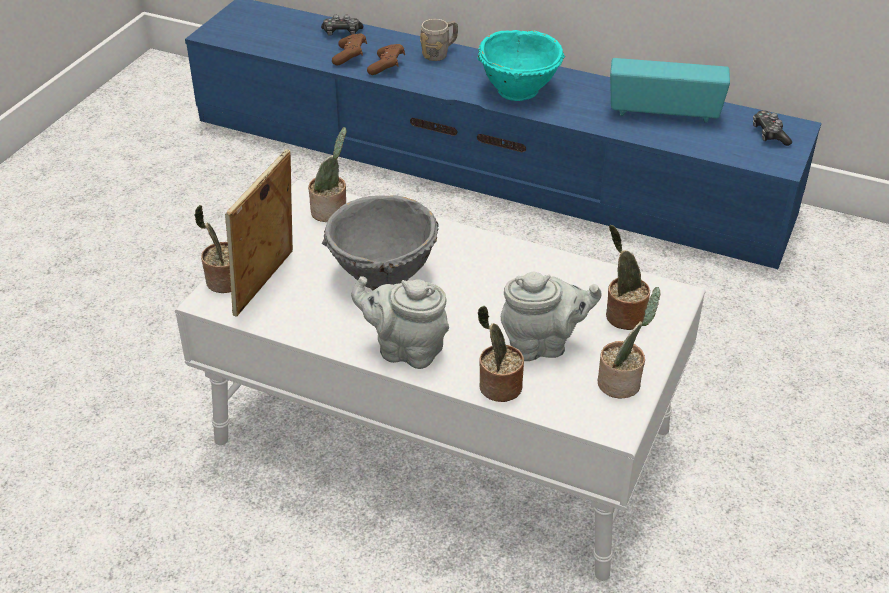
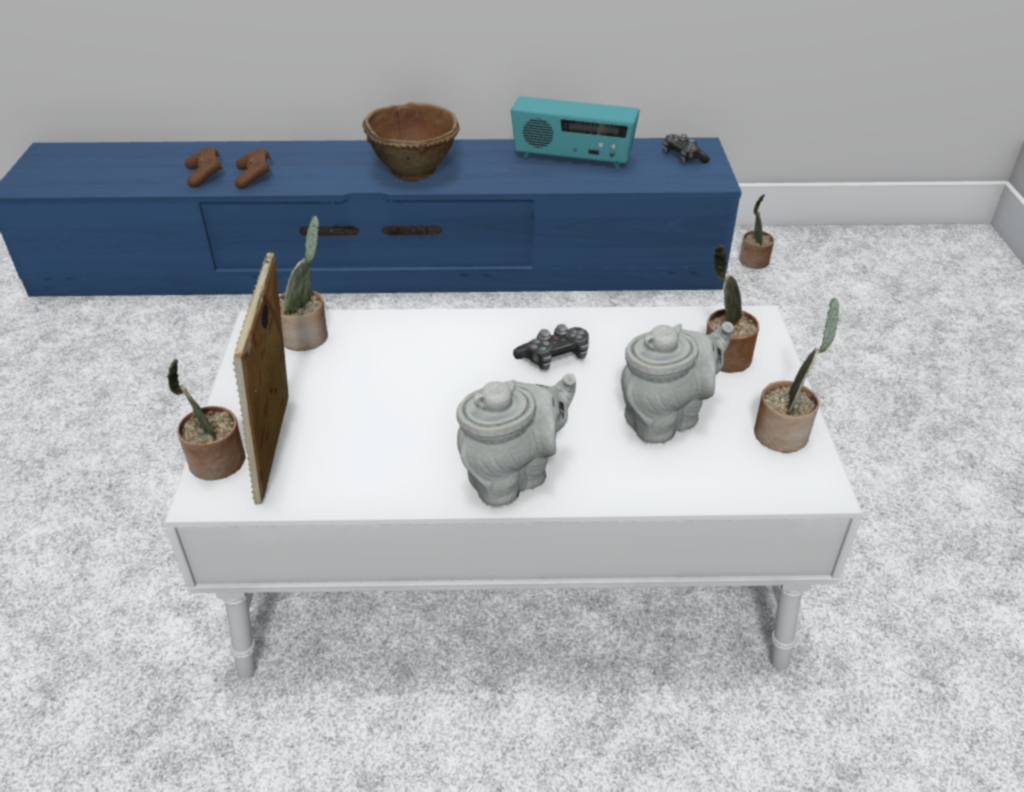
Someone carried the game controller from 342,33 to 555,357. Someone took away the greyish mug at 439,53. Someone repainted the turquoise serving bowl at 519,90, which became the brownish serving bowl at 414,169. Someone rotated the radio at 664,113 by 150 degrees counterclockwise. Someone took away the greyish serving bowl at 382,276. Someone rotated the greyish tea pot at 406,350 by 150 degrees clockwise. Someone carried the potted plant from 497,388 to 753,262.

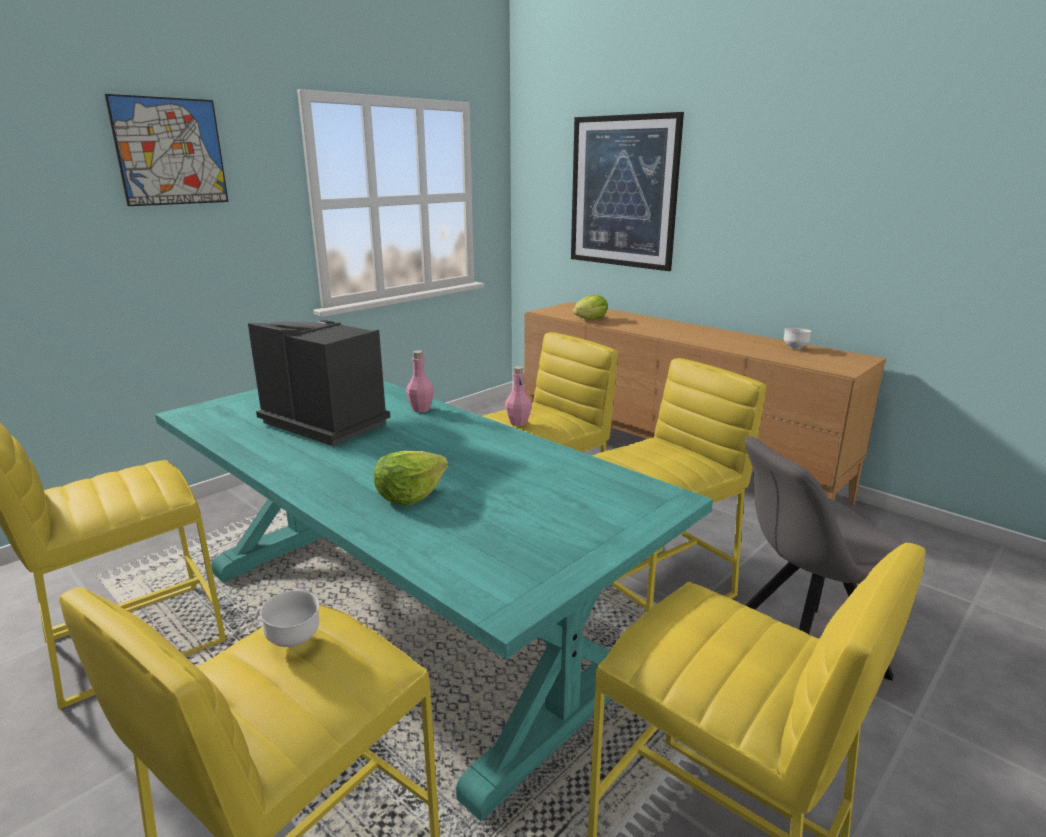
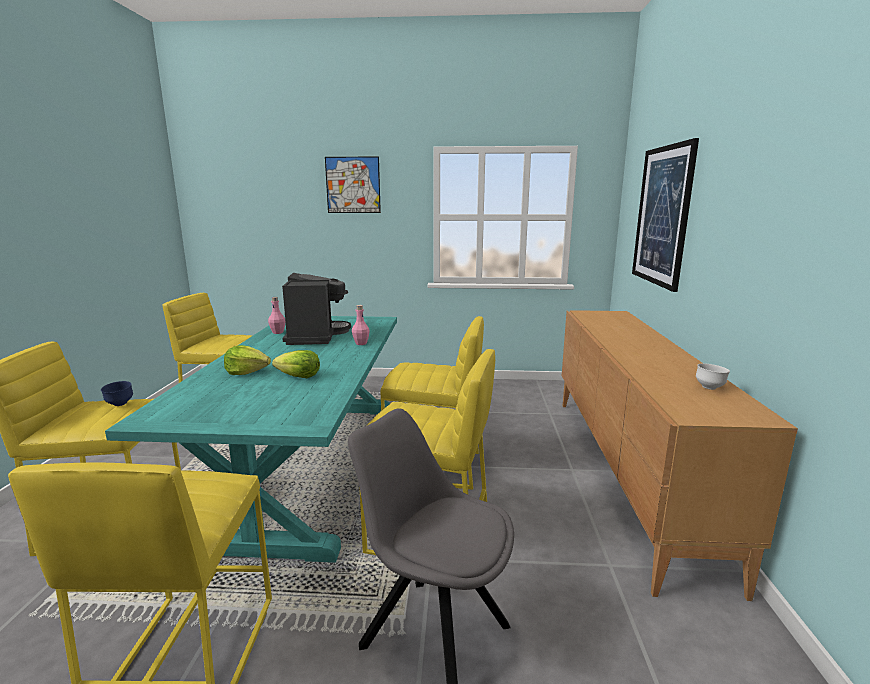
Someone carried the head of lettuce from 590,319 to 299,376. Someone carried the pinkish bottle from 518,423 to 278,332. Someone repainted the white serving bowl at 295,641, which became the bluish serving bowl at 120,404.

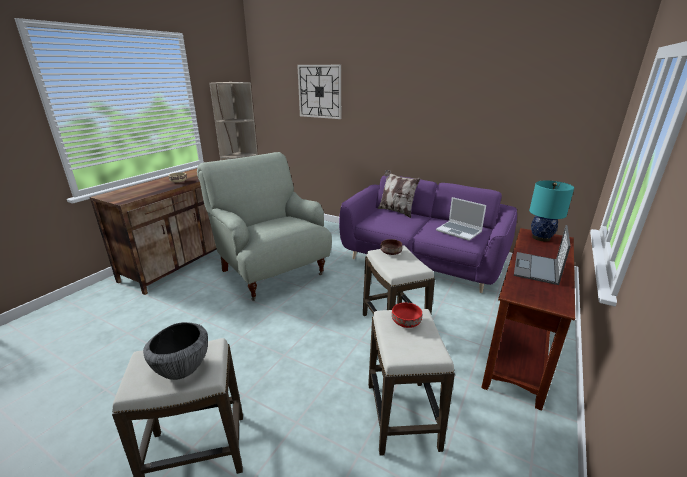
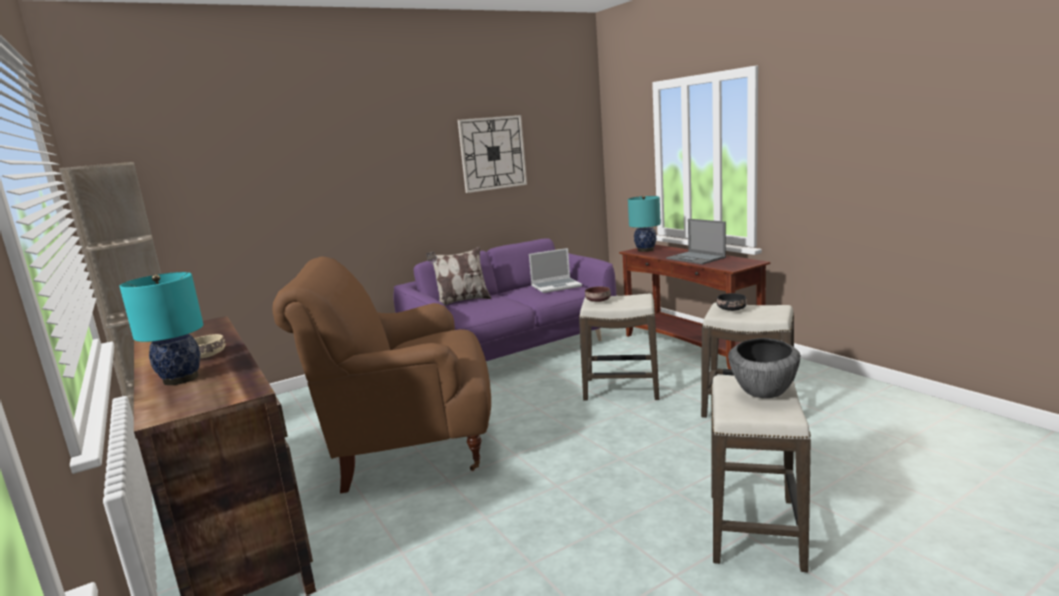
Someone carried the hanging clock from 320,91 to 492,153. Someone repainted the greyish lounge chair at 271,272, which became the brownish lounge chair at 409,447. Someone repainted the reddish serving bowl at 405,322, which became the black serving bowl at 732,309. Someone put down the turquoise table lamp at 181,379.

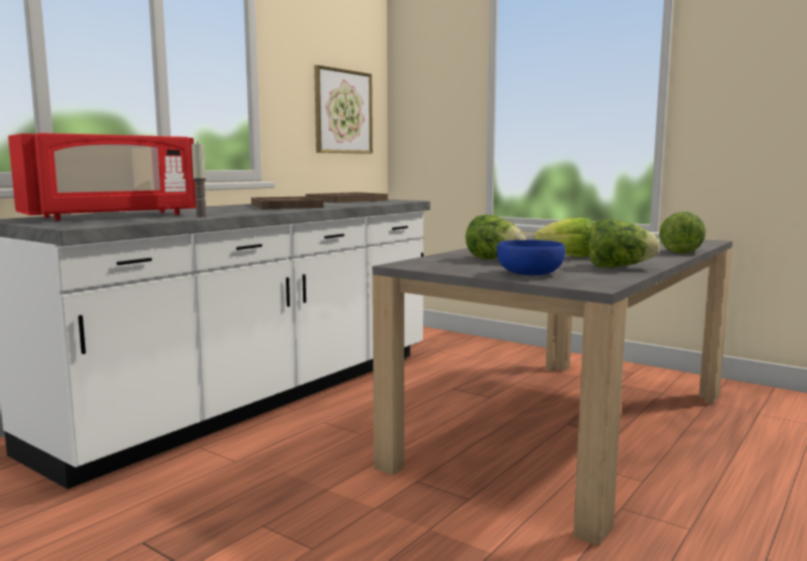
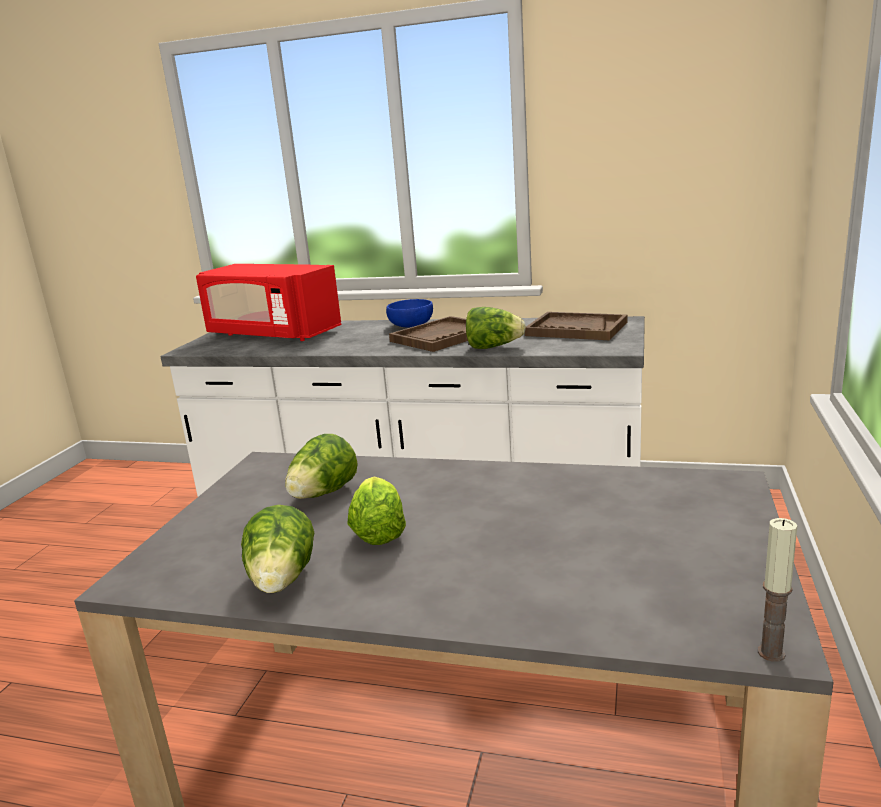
Someone took away the picture at 343,112. Someone carried the wax light from 201,216 to 771,653. Someone carried the head of lettuce from 681,251 to 493,347. Someone carried the bluish serving bowl from 528,273 to 411,325.

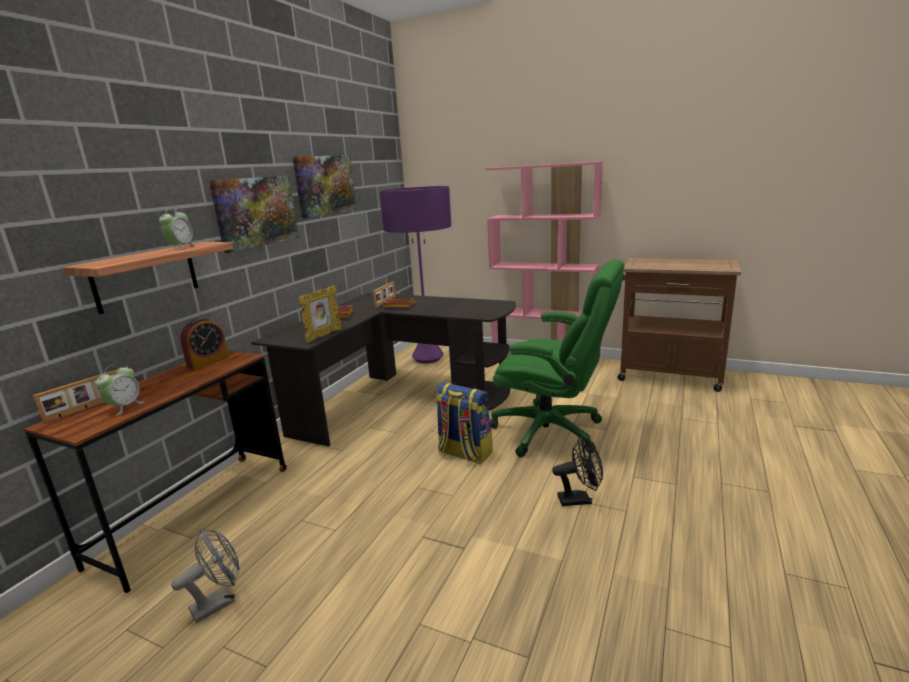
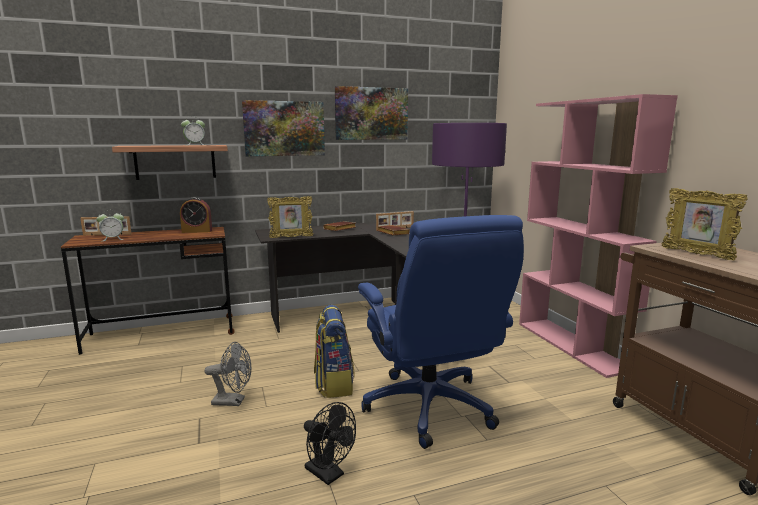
Someone repainted the green computer chair at 555,433, which became the bluish computer chair at 432,412. Someone carried the greyish cooling fan from 219,602 to 233,401. Someone put down the standing frame at 696,254.

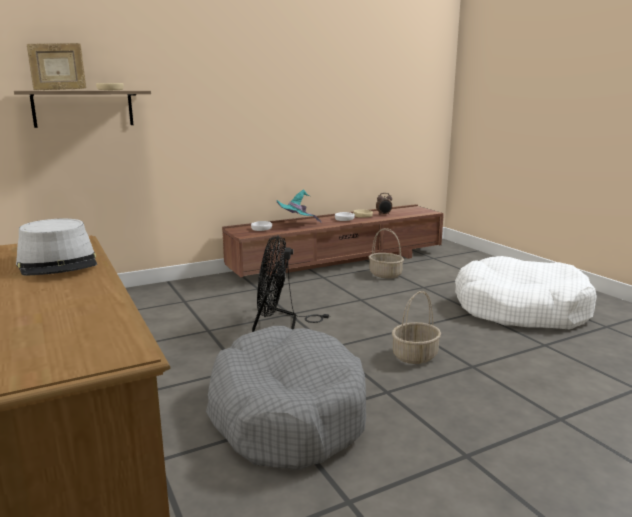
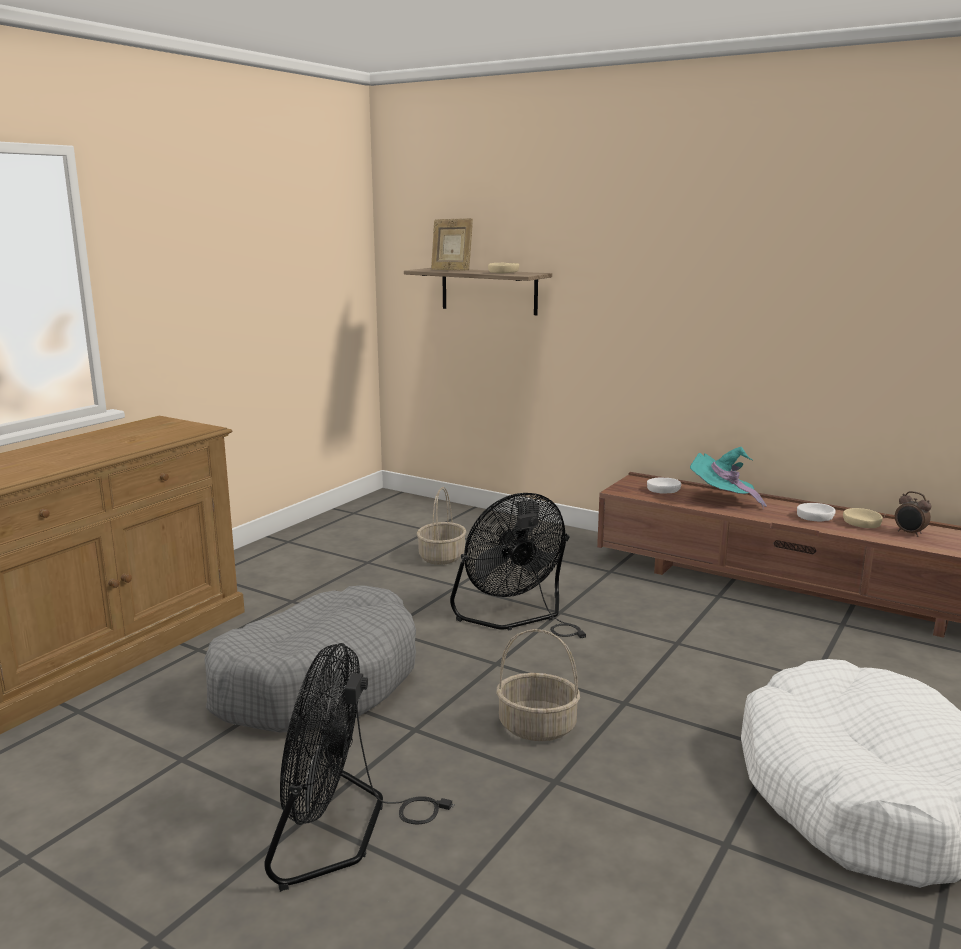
Someone took away the greyish wearable hat at 58,263. Someone carried the basket from 385,274 to 442,557. Someone put down the black cooling fan at 348,824.

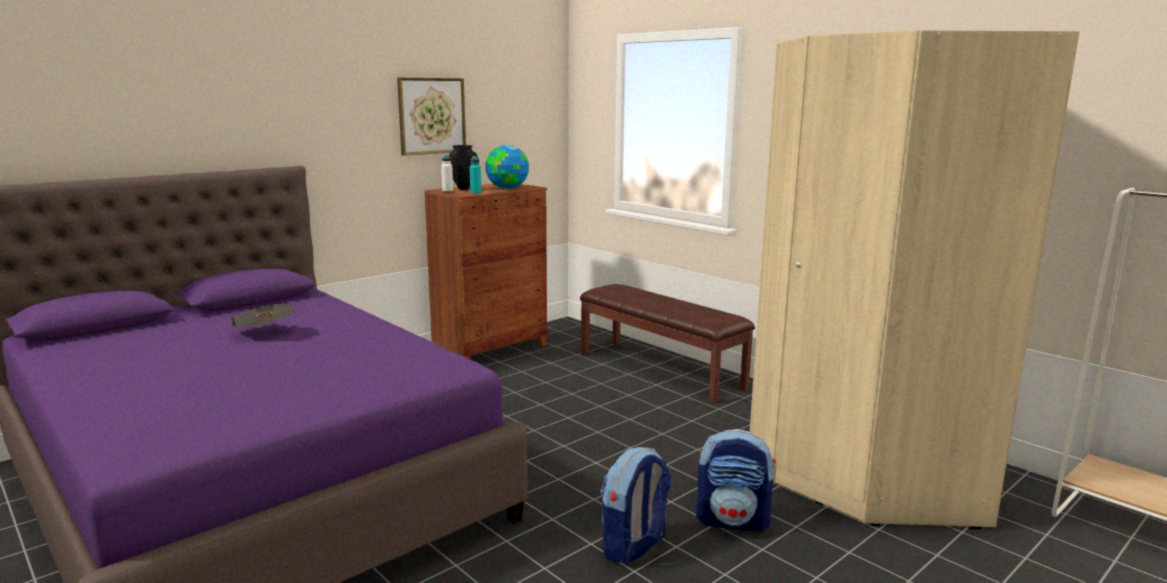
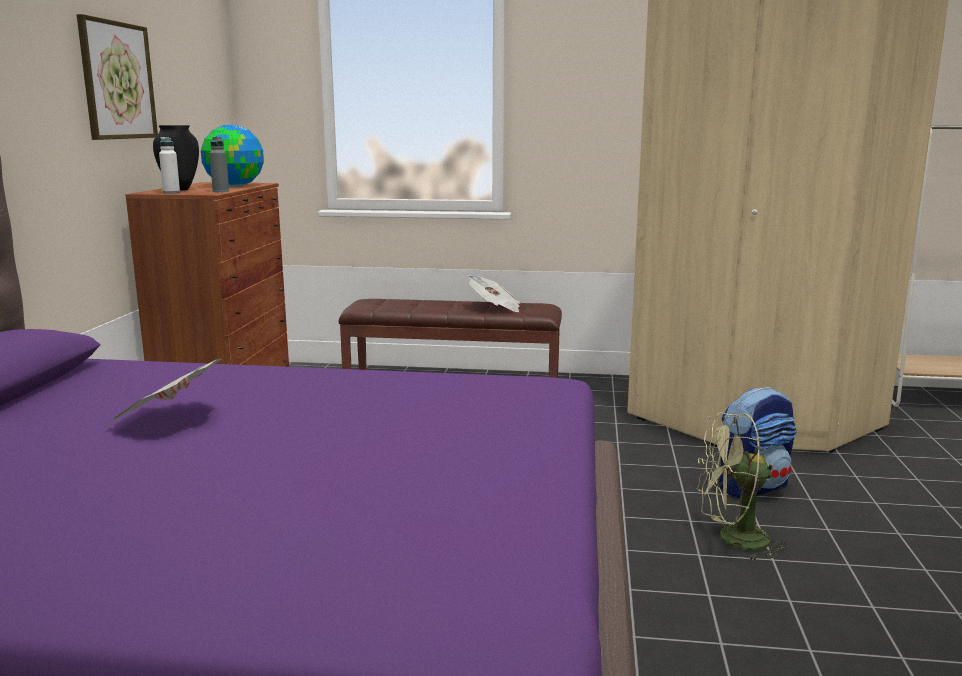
Someone repainted the turquoise bottle at 475,193, which became the greyish bottle at 220,191. Someone swapped the backpack at 634,546 for the green cooling fan at 733,540. Someone put down the printed paper at 495,308.

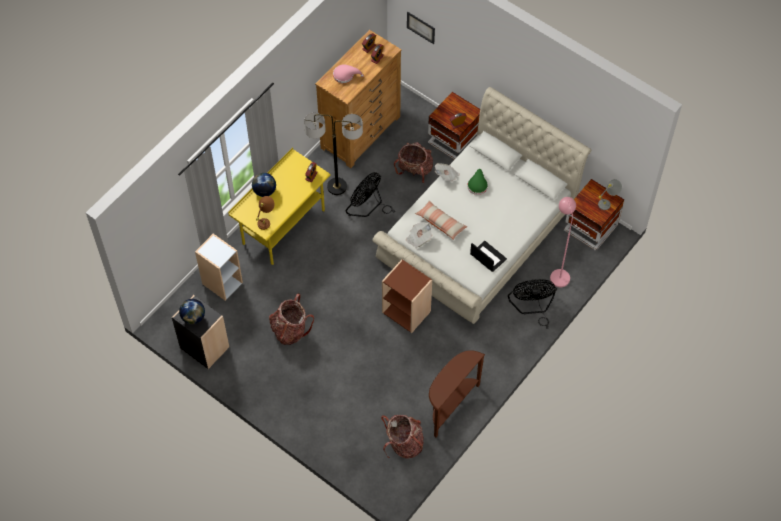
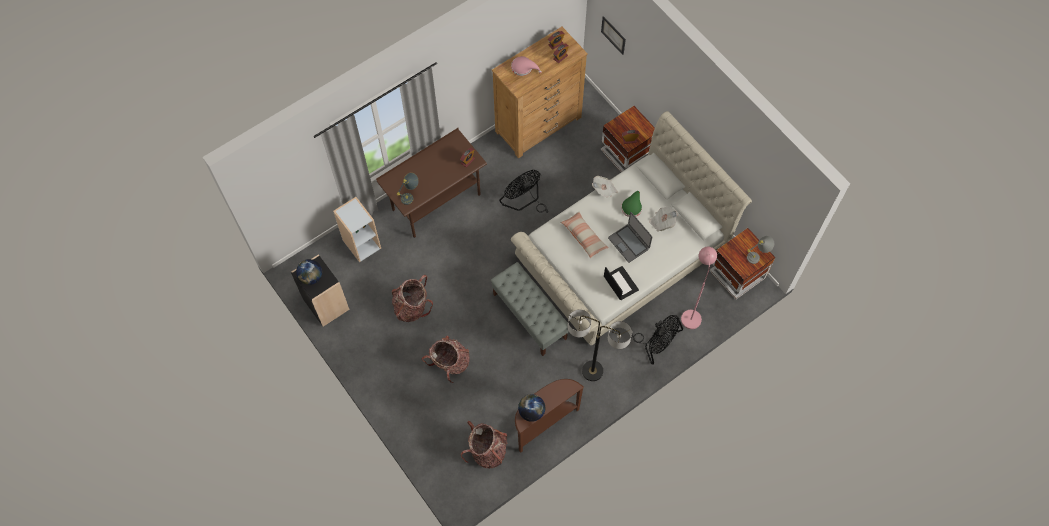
Someone carried the standard lamp from 337,187 to 592,371. Someone carried the backpack from 414,170 to 449,363. Someone repainted the yellow desk table at 283,227, which became the brownish desk table at 436,202. Someone carried the desk globe from 264,191 to 531,411. Someone repainted the brownish table lamp at 266,220, which became the greyish table lamp at 410,196. Someone carried the printed paper from 418,238 to 662,222. Someone swapped the brownish shelving unit at 407,312 for the greyish bench at 530,316. Someone rotated the black cooling fan at 534,307 by 120 degrees clockwise. Someone put down the laptop at 629,243.

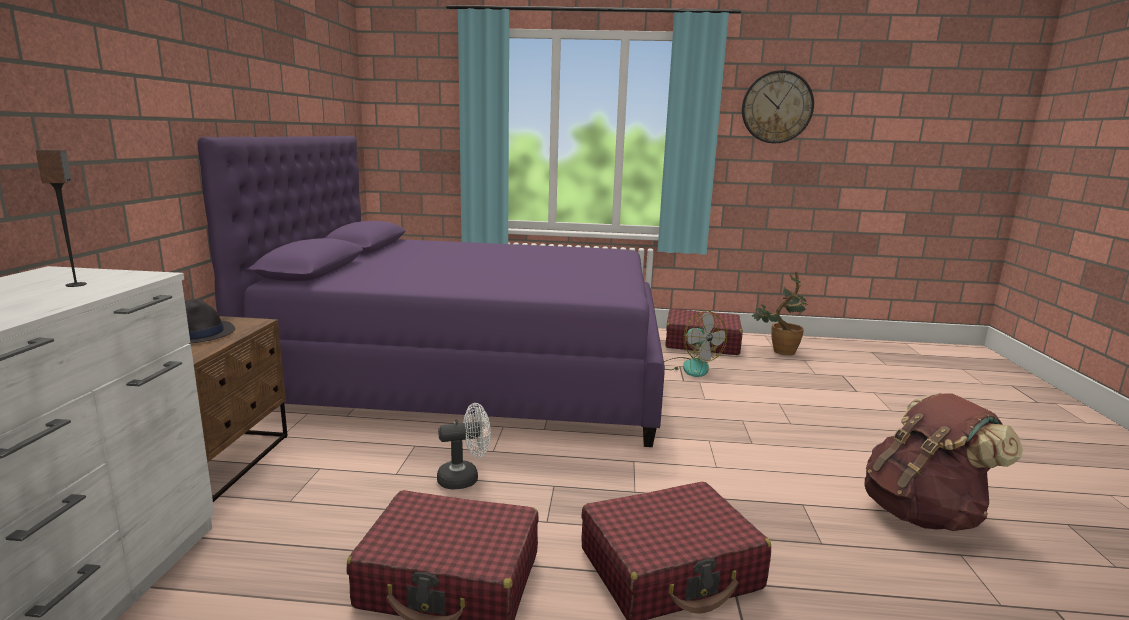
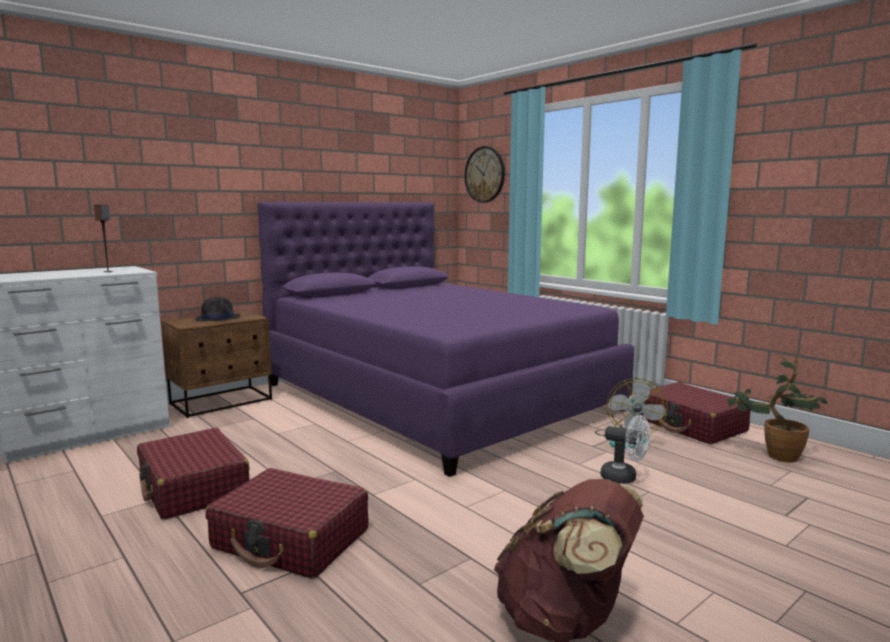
Someone carried the hanging clock from 777,107 to 485,174. Someone carried the white cooling fan from 465,478 to 624,478.

